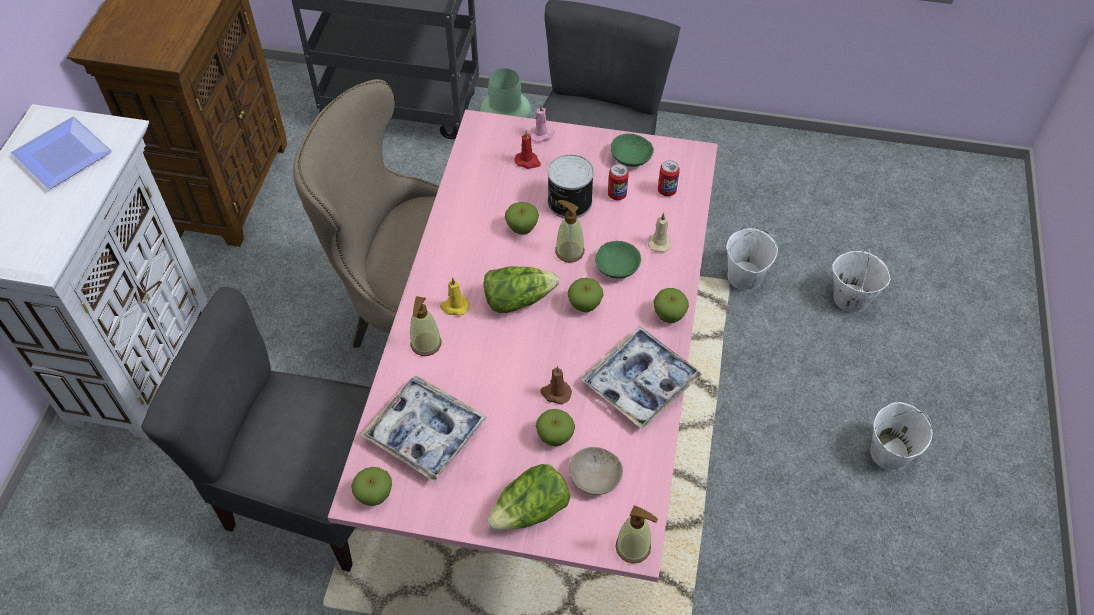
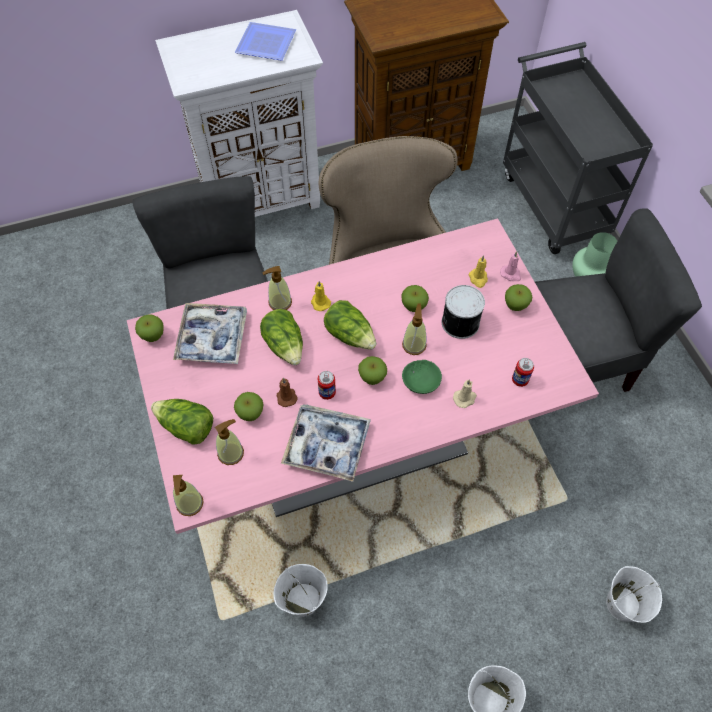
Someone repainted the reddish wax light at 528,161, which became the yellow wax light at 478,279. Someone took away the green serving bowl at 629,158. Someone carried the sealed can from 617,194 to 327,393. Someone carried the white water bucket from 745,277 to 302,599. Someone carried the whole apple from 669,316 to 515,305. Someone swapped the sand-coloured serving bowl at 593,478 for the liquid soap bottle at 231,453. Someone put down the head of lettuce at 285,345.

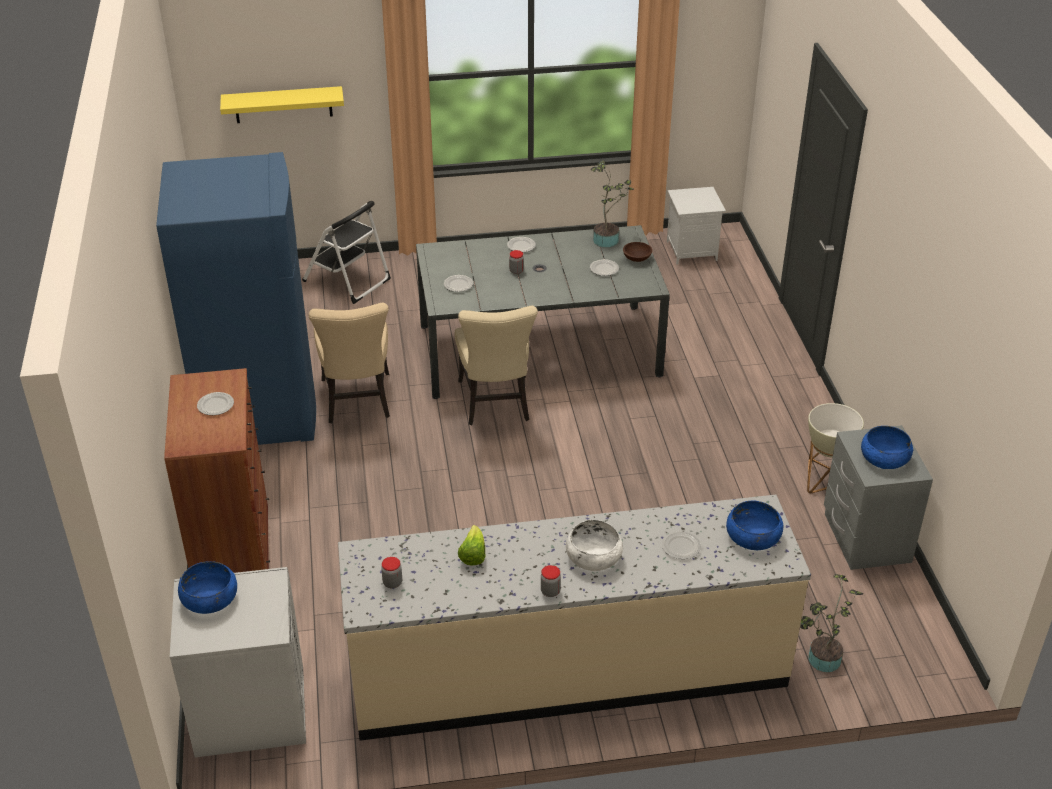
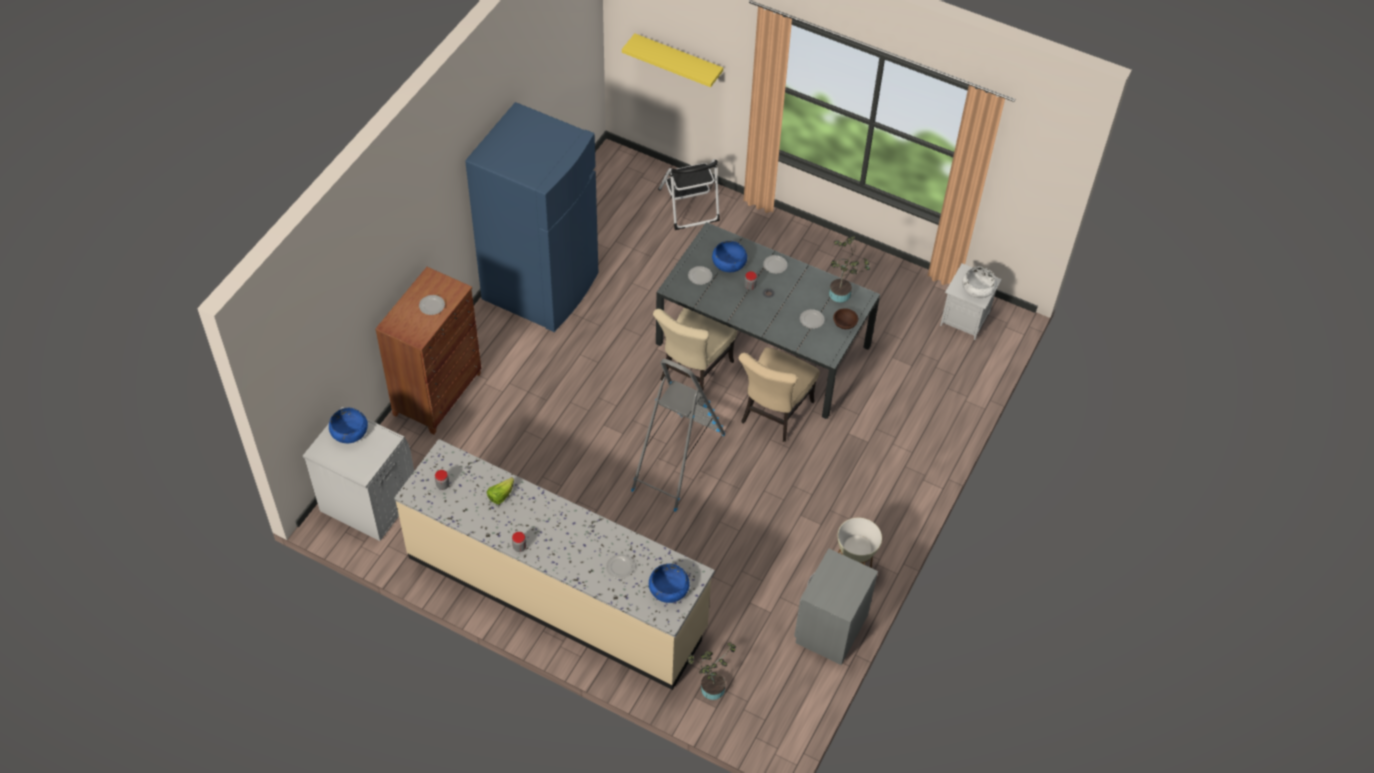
Someone carried the sand-coloured chair from 357,401 to 773,414. Someone carried the bluish serving bowl from 884,457 to 729,263. Someone carried the white serving bowl from 593,556 to 977,288. Someone put down the greyish step ladder at 679,461.

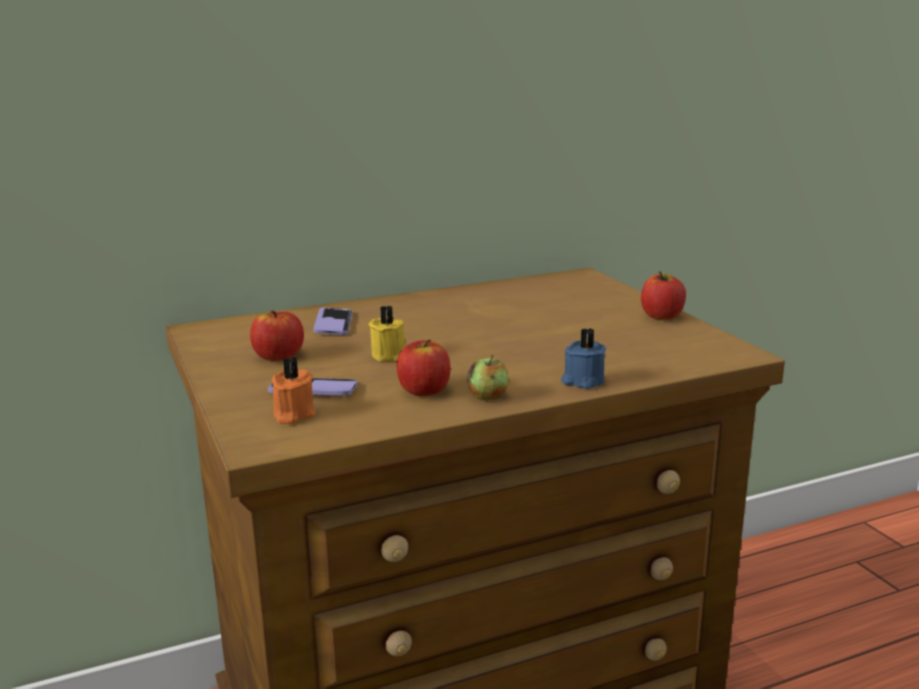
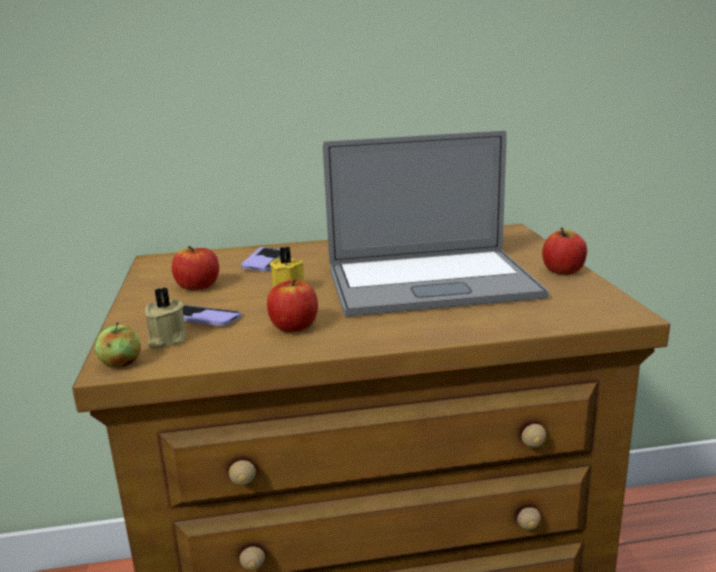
Someone took away the bluish wax light at 582,381. Someone carried the whole apple from 488,396 to 121,363. Someone repainted the orange wax light at 292,414, which became the sand-coloured wax light at 166,340. Someone put down the laptop at 430,283.

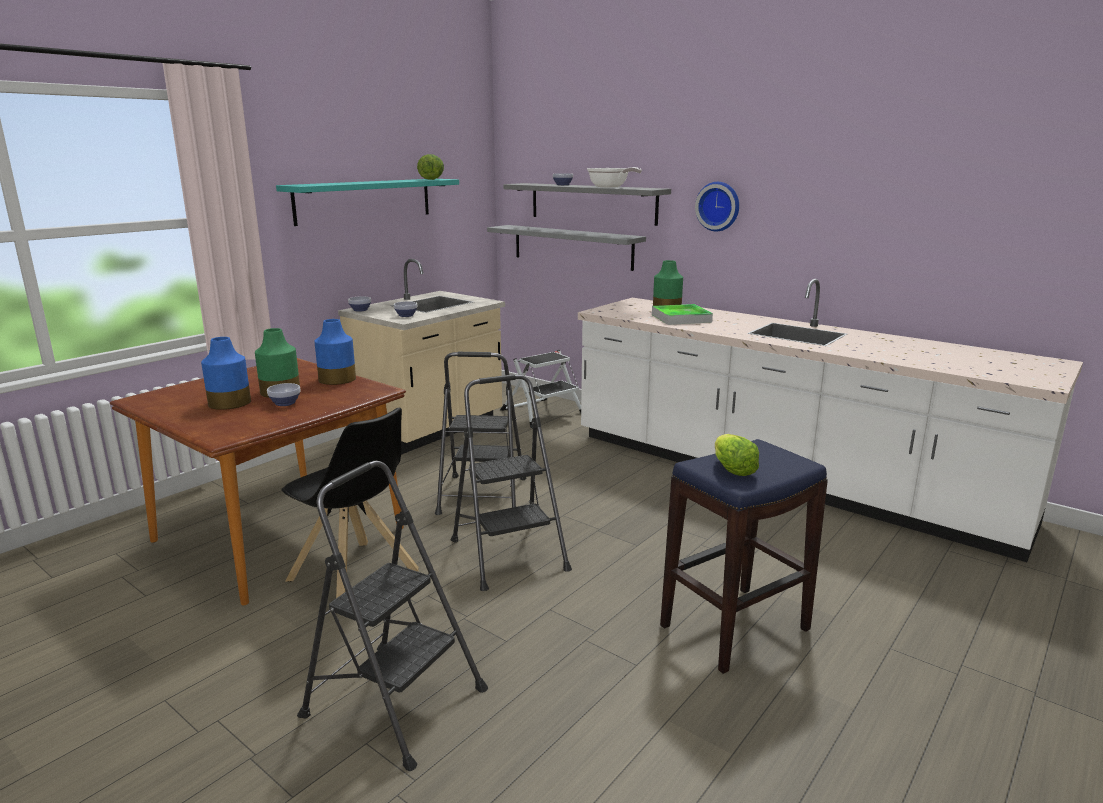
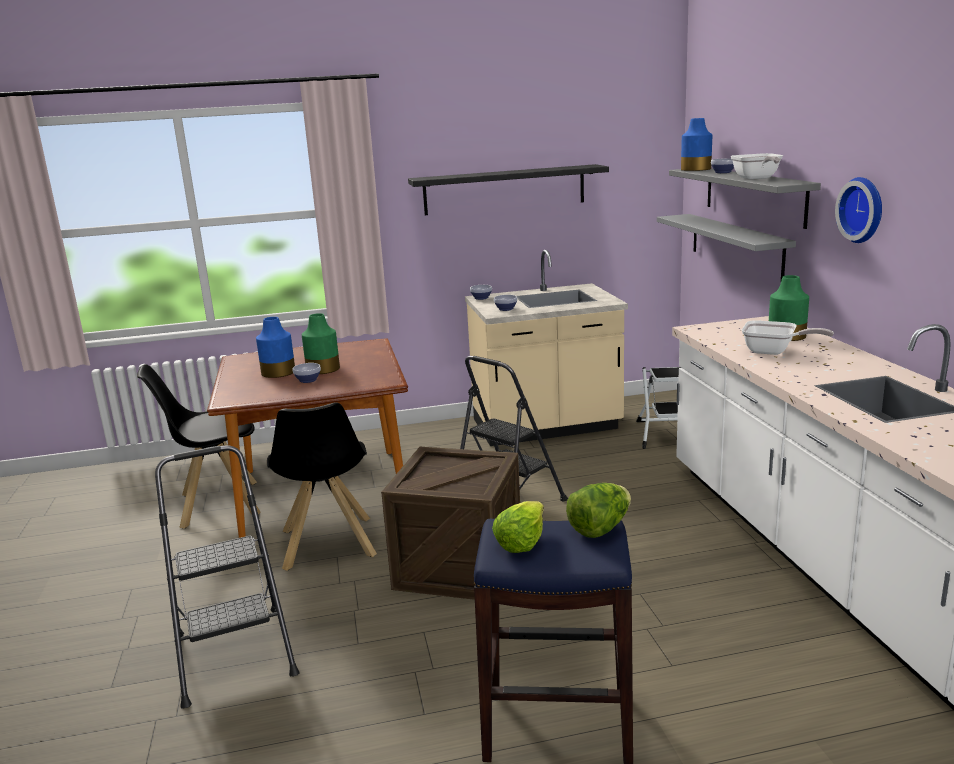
Someone carried the head of lettuce from 432,179 to 600,528. Someone repainted the turquoise wall shelf at 364,200, which became the black wall shelf at 504,190. Someone swapped the carrying tray at 681,318 for the pan at 774,352. Someone carried the bluish vase from 337,379 to 696,169. Someone swapped the black step ladder at 508,552 for the crate at 459,566. Someone put down the black chair at 216,504.

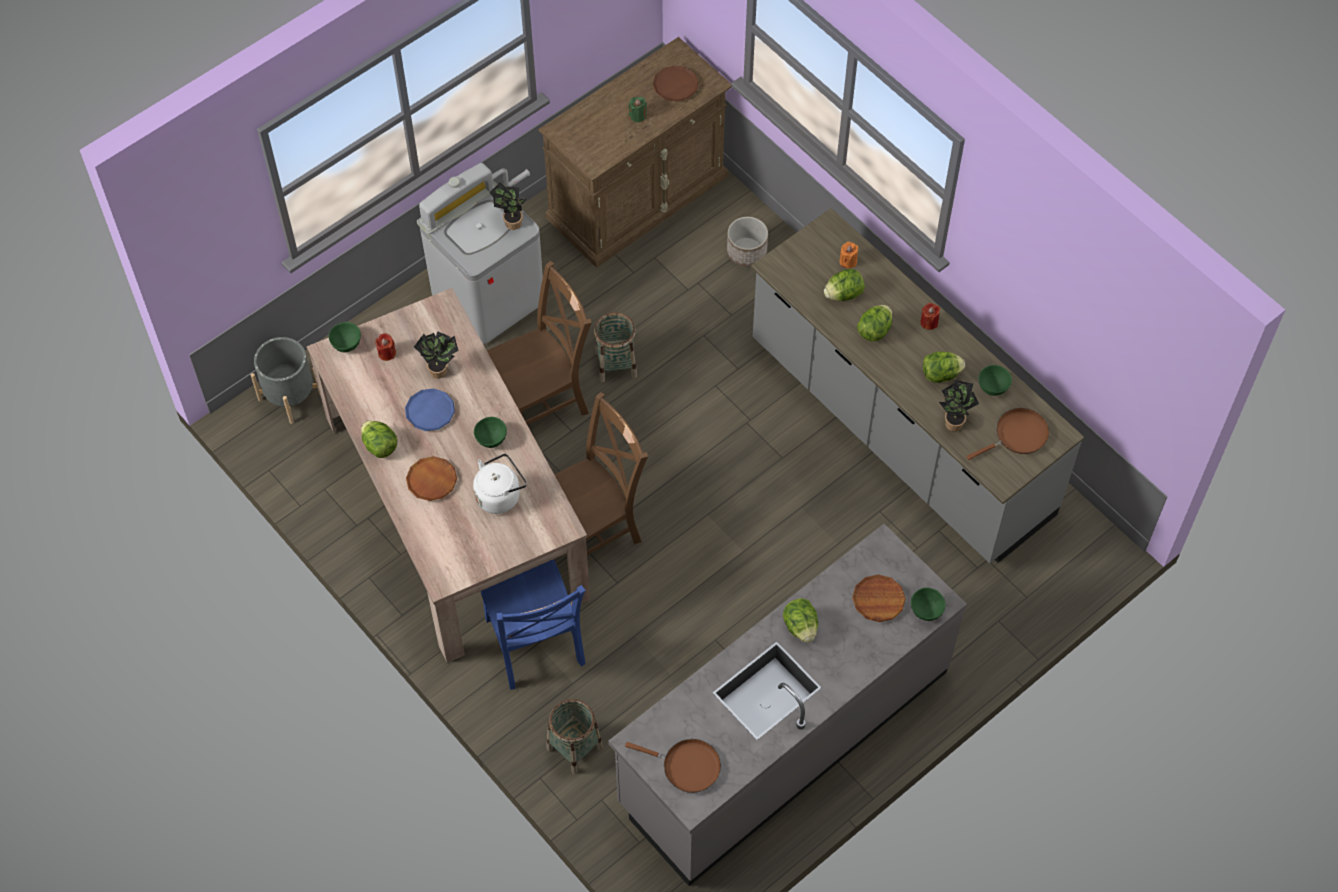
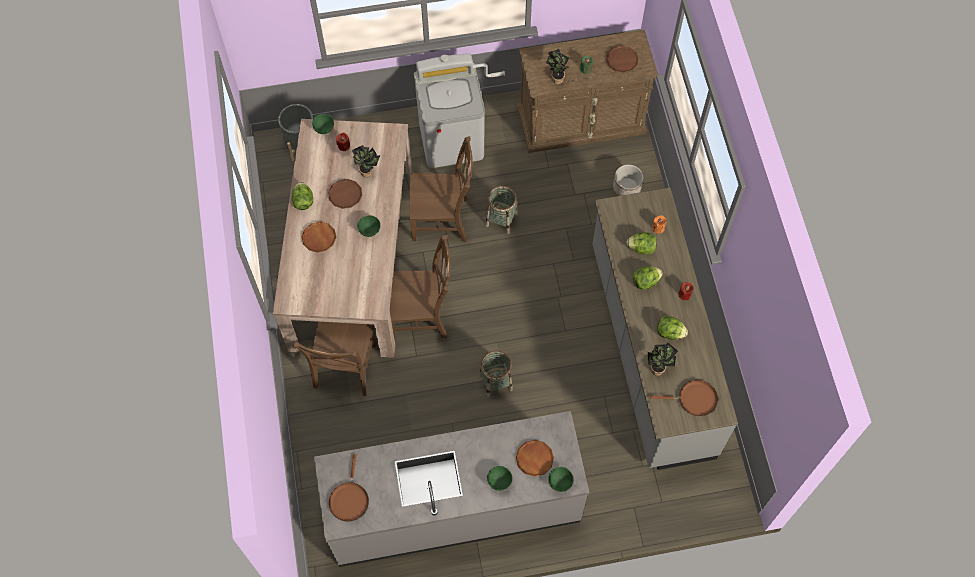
Someone carried the potted plant from 511,222 to 556,78. Someone carried the green serving bowl from 993,388 to 499,482. Someone repainted the bluish plate at 430,412, which became the brownish plate at 345,195. Someone took away the white water kettle at 500,495. Someone repainted the bluish chair at 535,645, which became the brownish chair at 344,369. Someone took away the head of lettuce at 800,626. Someone carried the basket from 574,748 to 495,382. Someone rotated the brownish pan at 687,766 by 45 degrees clockwise.

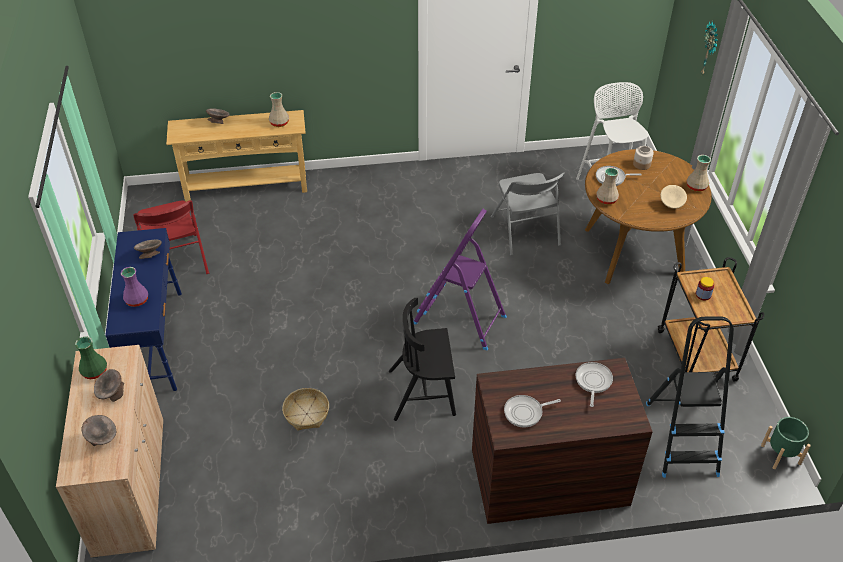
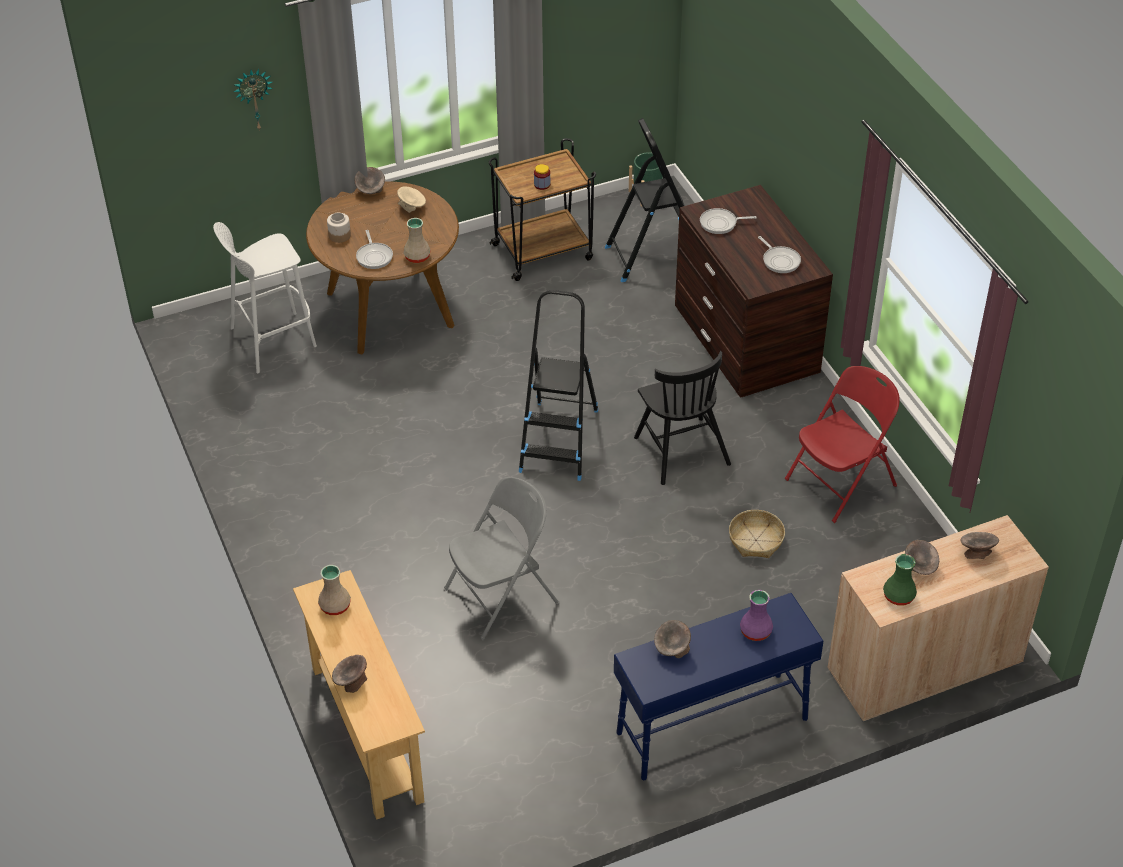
Someone swapped the sand-coloured vase at 697,187 for the greyish serving bowl at 371,191. Someone carried the greyish chair from 525,231 to 501,596. Someone carried the reddish chair from 175,260 to 841,482. Someone repainted the purple-coloured step ladder at 458,319, which became the black step ladder at 558,441.

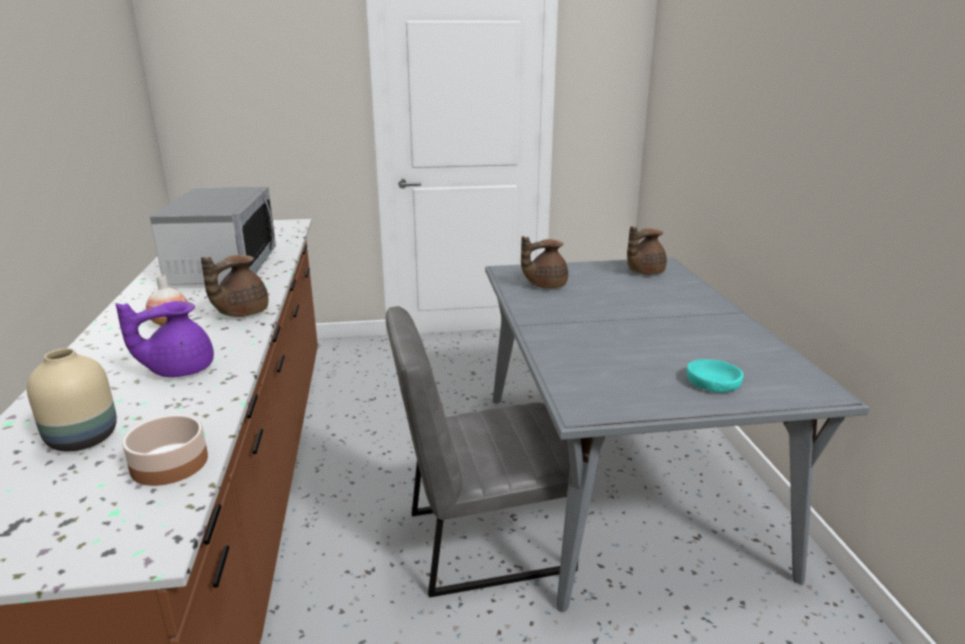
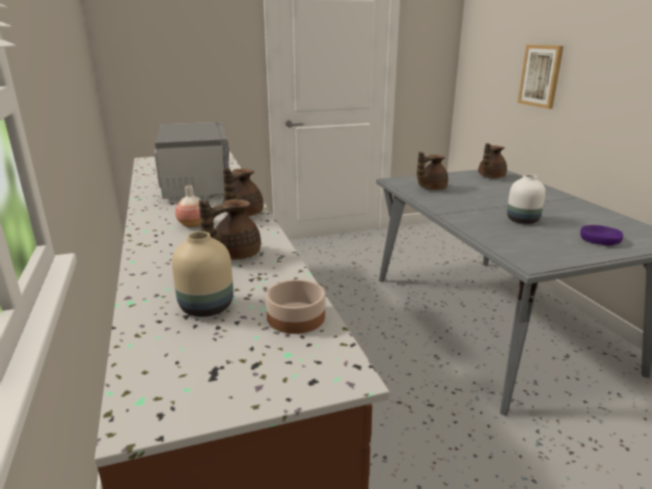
Someone repainted the purple-coloured tea pot at 178,369, which became the brownish tea pot at 234,255. Someone took away the greyish chair at 483,540. Someone repainted the turquoise serving bowl at 713,382, which became the purple-coloured serving bowl at 599,240. Someone put up the picture at 541,76. Someone put down the white vase at 523,221.

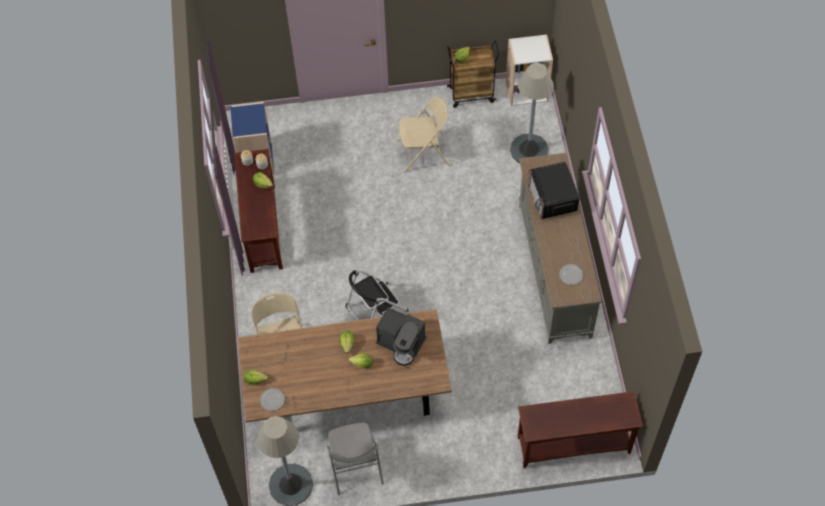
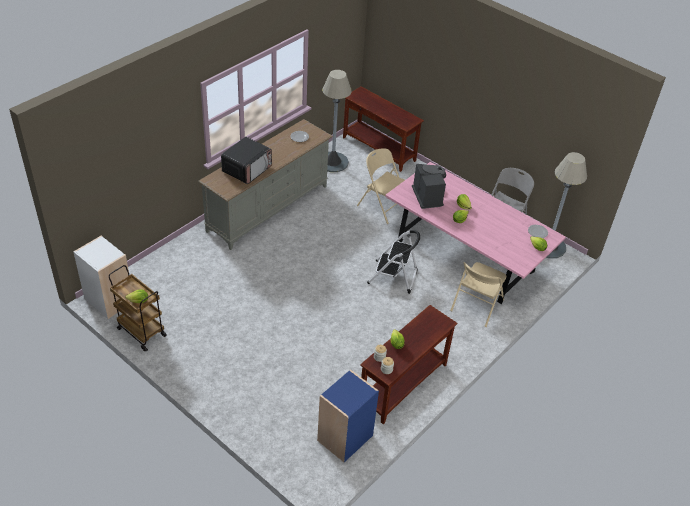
Someone carried the greyish standard lamp from 529,150 to 333,162. Someone carried the sand-coloured chair from 424,153 to 383,206. Someone repainted the brownish dinner table at 347,392, which became the pinkish dinner table at 465,256.

